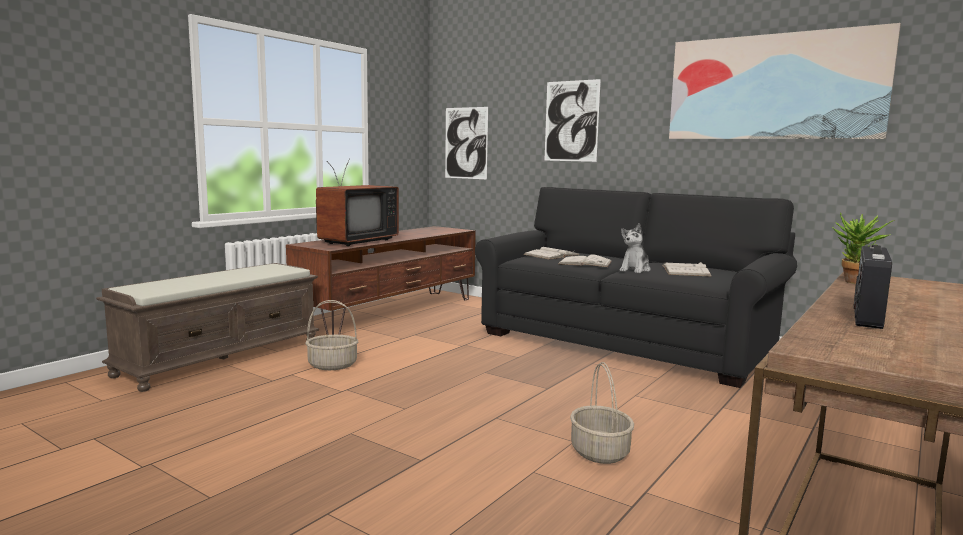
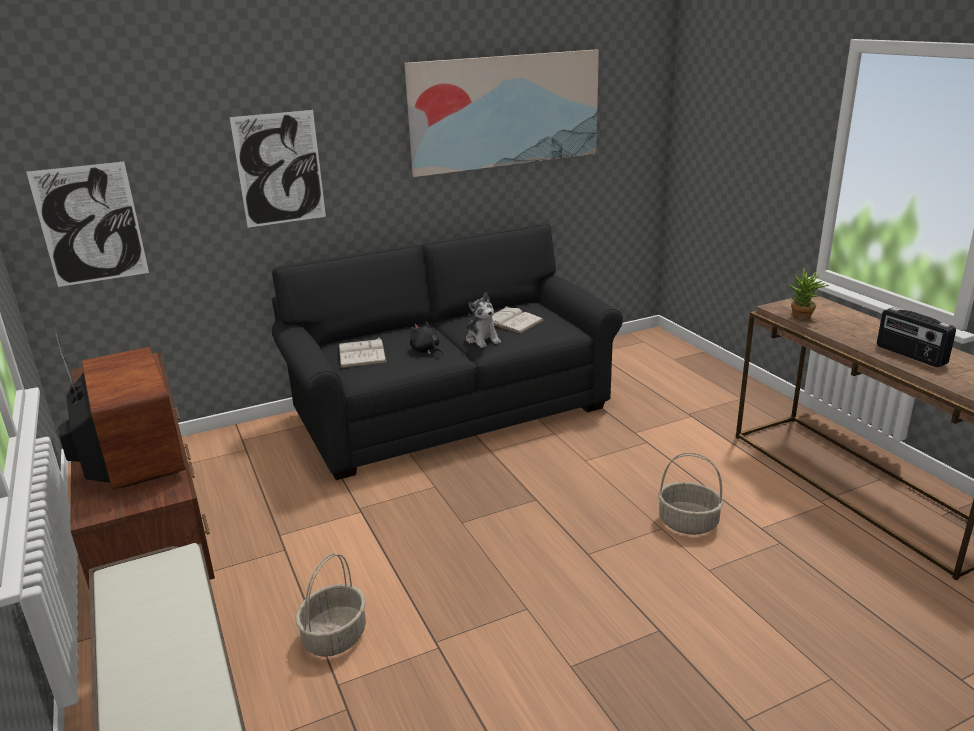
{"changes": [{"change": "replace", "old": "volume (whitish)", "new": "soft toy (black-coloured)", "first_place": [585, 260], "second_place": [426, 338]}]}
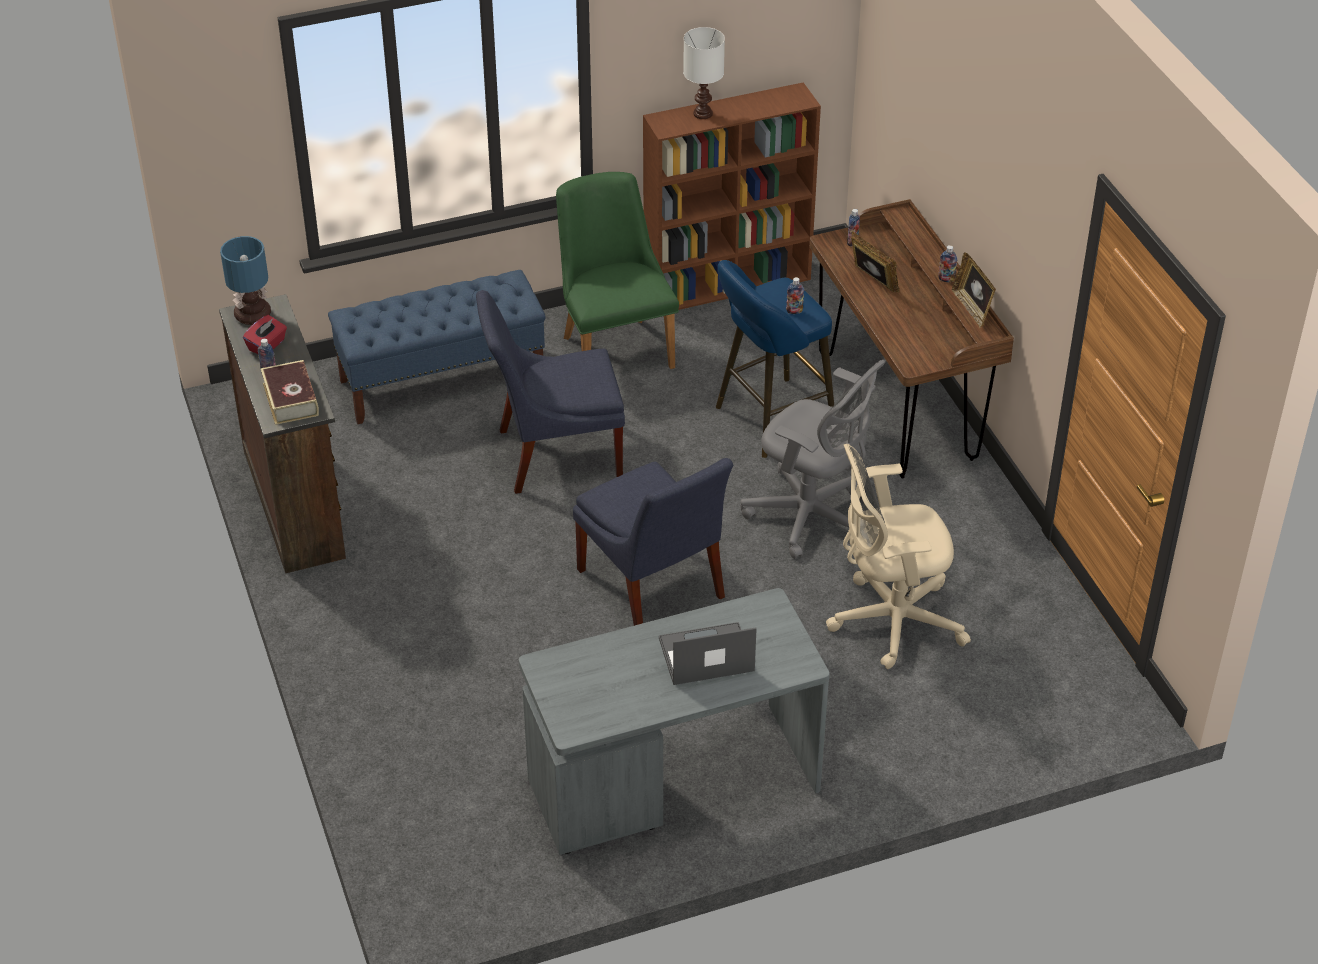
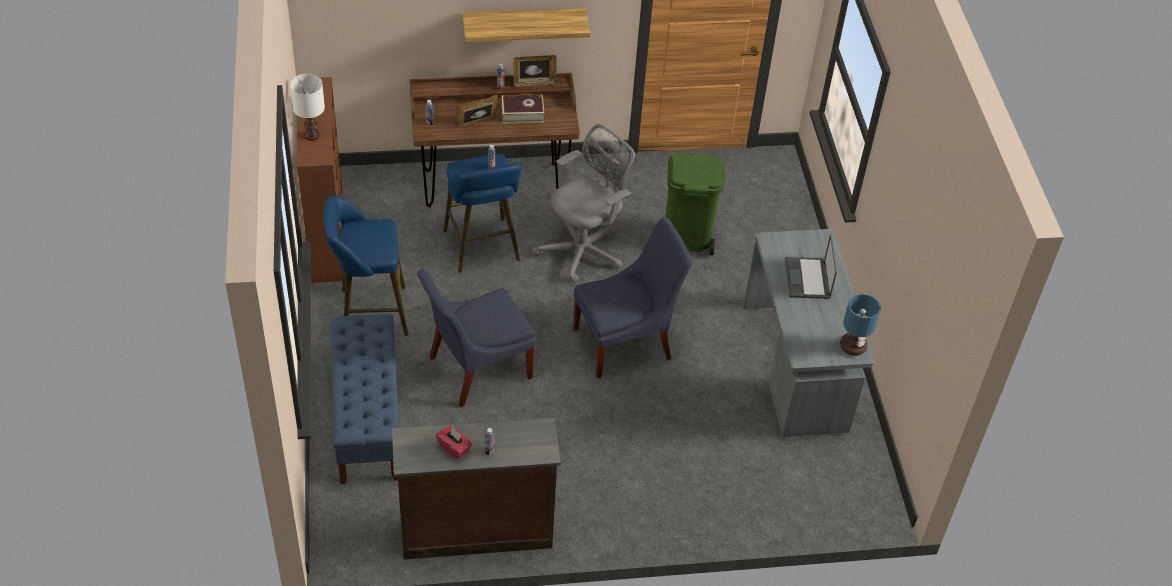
{"changes": [{"change": "replace", "old": "upright chair (green)", "new": "sitting stool (blue-coloured)", "first_place": [617, 270], "second_place": [365, 266]}, {"change": "rotate", "old": "upright chair (blue-coloured)", "first_place": [550, 392], "second_place": [476, 338], "degrees": 60}, {"change": "insert", "new": "wall shelf", "second_place": [526, 25]}, {"change": "move", "old": "volume", "first_place": [290, 392], "second_place": [522, 109]}, {"change": "replace", "old": "office chair (beige-coloured)", "new": "rubbish bin (green)", "first_place": [898, 556], "second_place": [695, 204]}, {"change": "move", "old": "lamp for a table", "first_place": [245, 280], "second_place": [860, 325]}]}
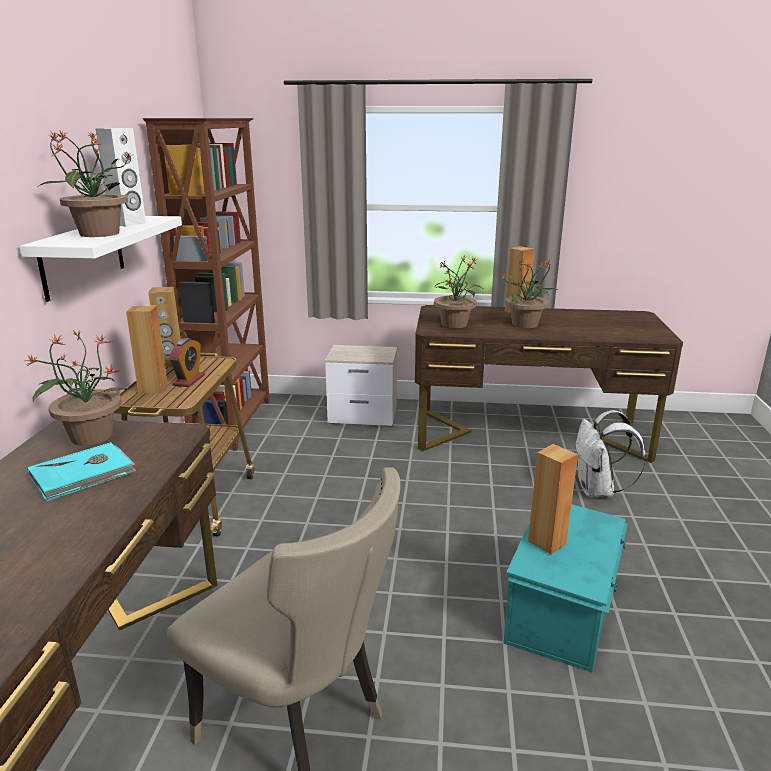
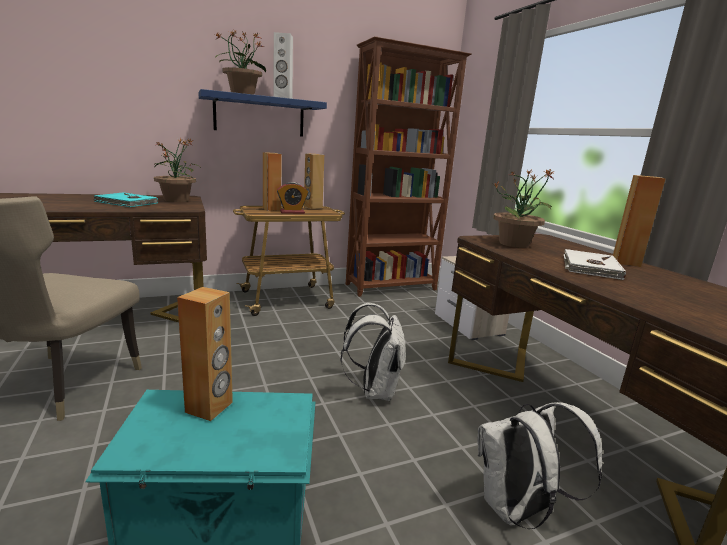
{"changes": [{"change": "recolor", "old": "wall shelf (whitish)", "new": "wall shelf (blue-coloured)", "first_place": [100, 259], "second_place": [262, 113]}, {"change": "insert", "new": "rucksack (whitish)", "second_place": [373, 352]}, {"change": "replace", "old": "plant in a pot", "new": "volume (whitish)", "first_place": [528, 293], "second_place": [595, 264]}]}
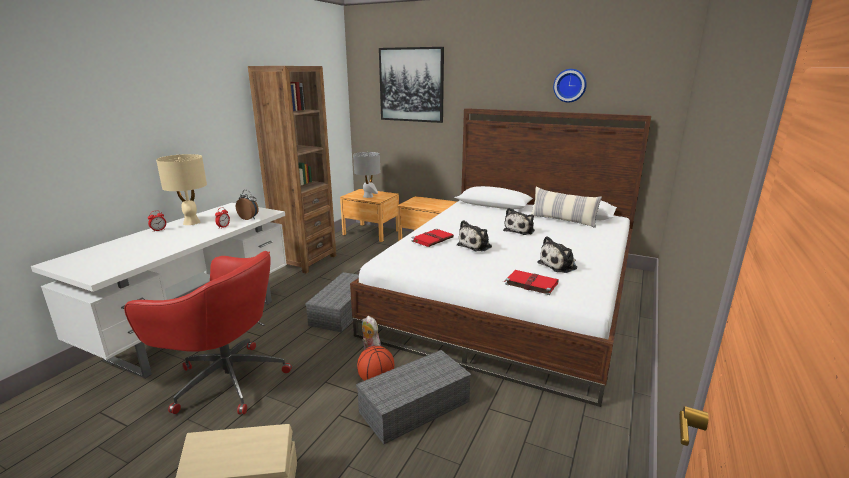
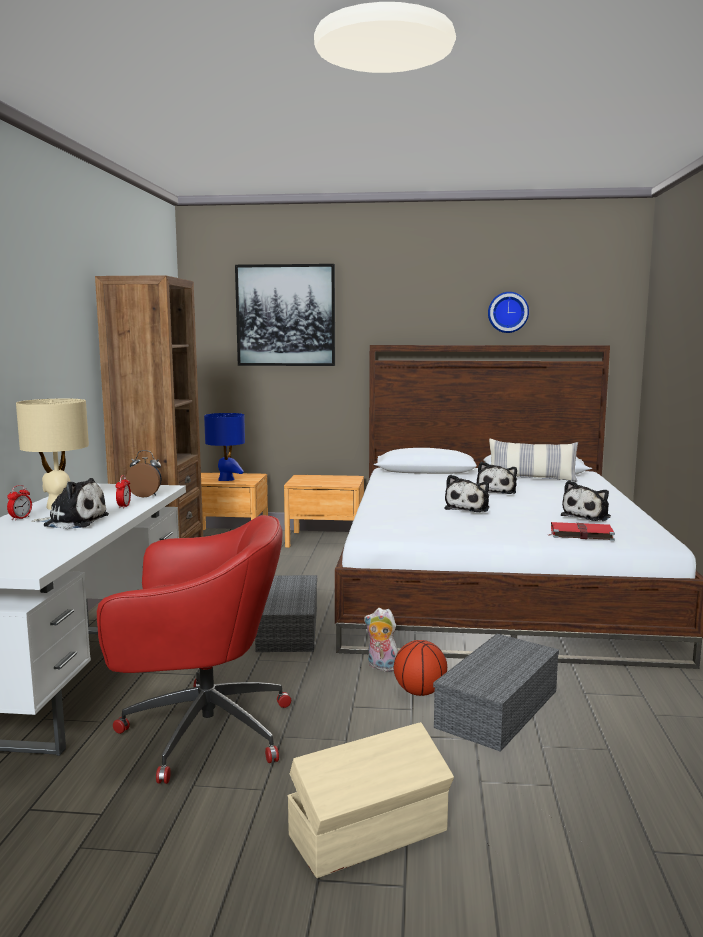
{"changes": [{"change": "insert", "new": "soft toy", "second_place": [70, 503]}, {"change": "recolor", "old": "lamp for a table (gray)", "new": "lamp for a table (blue-coloured)", "first_place": [366, 175], "second_place": [224, 447]}, {"change": "delete", "old": "volume (reddish)", "first_place": [433, 237]}]}
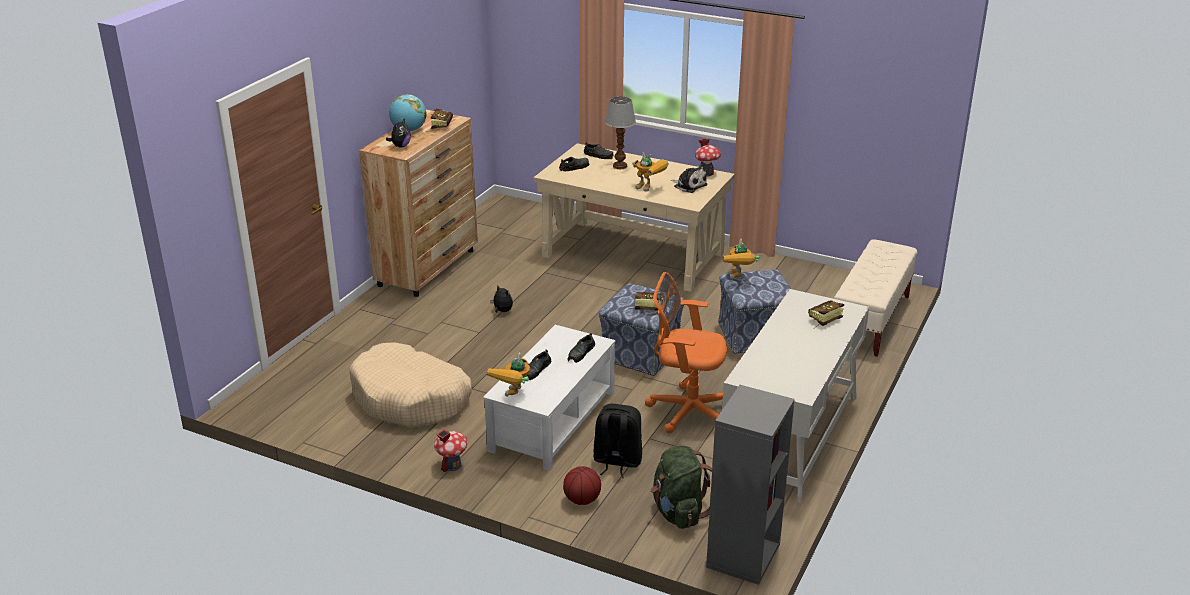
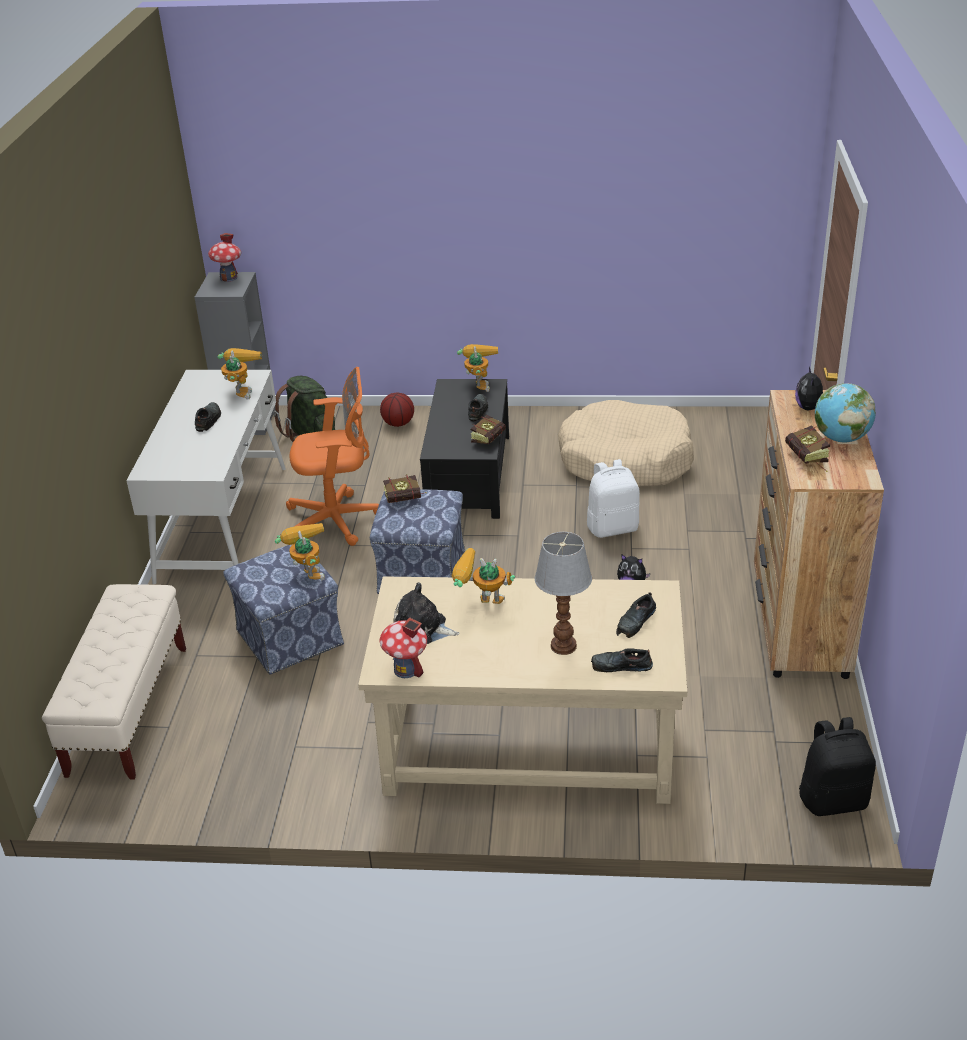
{"changes": [{"change": "move", "old": "low shoe (black-coloured)", "first_place": [581, 348], "second_place": [208, 417]}, {"change": "move", "old": "toy house", "first_place": [451, 450], "second_place": [224, 257]}, {"change": "insert", "new": "toy robot", "second_place": [240, 373]}, {"change": "recolor", "old": "lounge table (whitish)", "new": "lounge table (black-coloured)", "first_place": [549, 398], "second_place": [464, 449]}, {"change": "move", "old": "volume", "first_place": [826, 314], "second_place": [488, 429]}, {"change": "insert", "new": "rucksack (whitish)", "second_place": [613, 498]}, {"change": "move", "old": "rucksack (black-coloured)", "first_place": [617, 441], "second_place": [837, 766]}]}
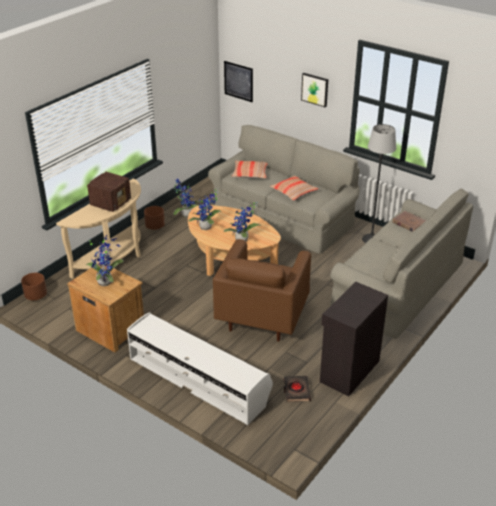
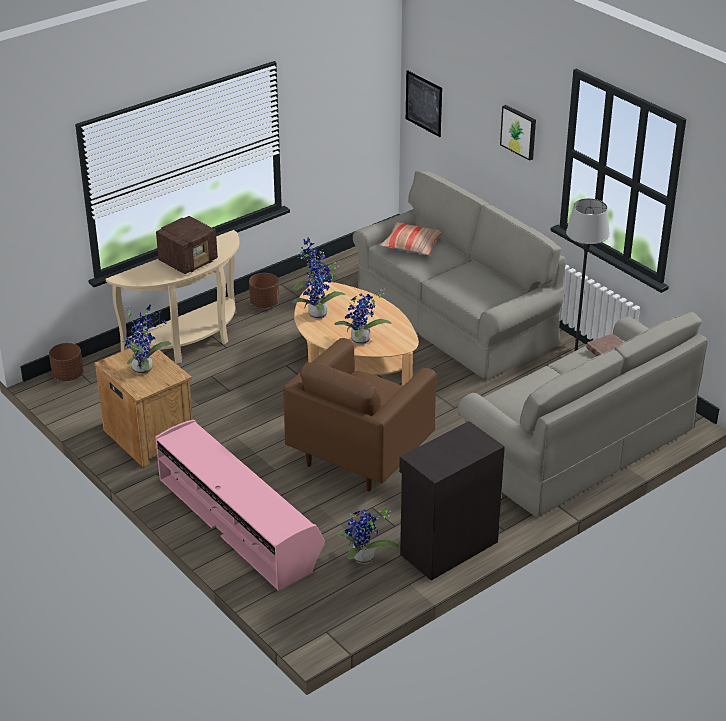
{"changes": [{"change": "recolor", "old": "tv stand (whitish)", "new": "tv stand (pinkish)", "first_place": [200, 368], "second_place": [240, 505]}, {"change": "replace", "old": "volume (black-coloured)", "new": "plant in a pot", "first_place": [297, 389], "second_place": [368, 536]}, {"change": "delete", "old": "pillow", "first_place": [294, 188]}]}
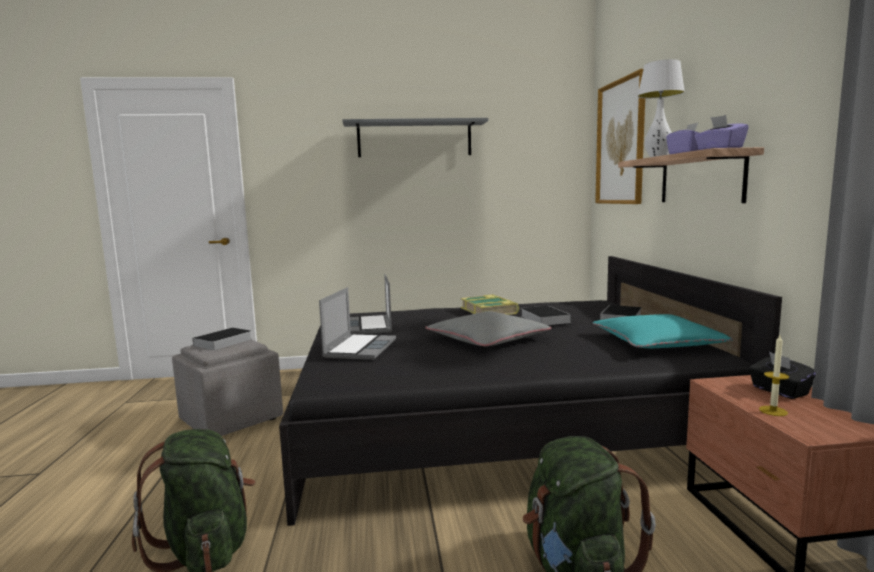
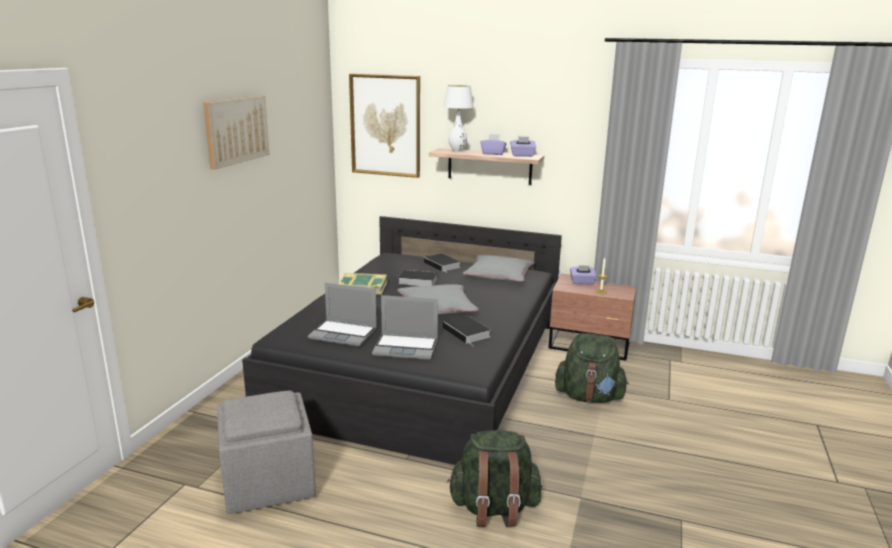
{"changes": [{"change": "replace", "old": "wall shelf (gray)", "new": "wall art", "first_place": [415, 137], "second_place": [236, 132]}, {"change": "rotate", "old": "laptop", "first_place": [357, 323], "second_place": [405, 327], "degrees": 150}, {"change": "move", "old": "volume", "first_place": [219, 339], "second_place": [467, 331]}, {"change": "recolor", "old": "pillow (blue-green)", "new": "pillow (gray)", "first_place": [663, 331], "second_place": [498, 268]}, {"change": "recolor", "old": "tissue box (black-coloured)", "new": "tissue box (purple)", "first_place": [782, 375], "second_place": [583, 274]}]}
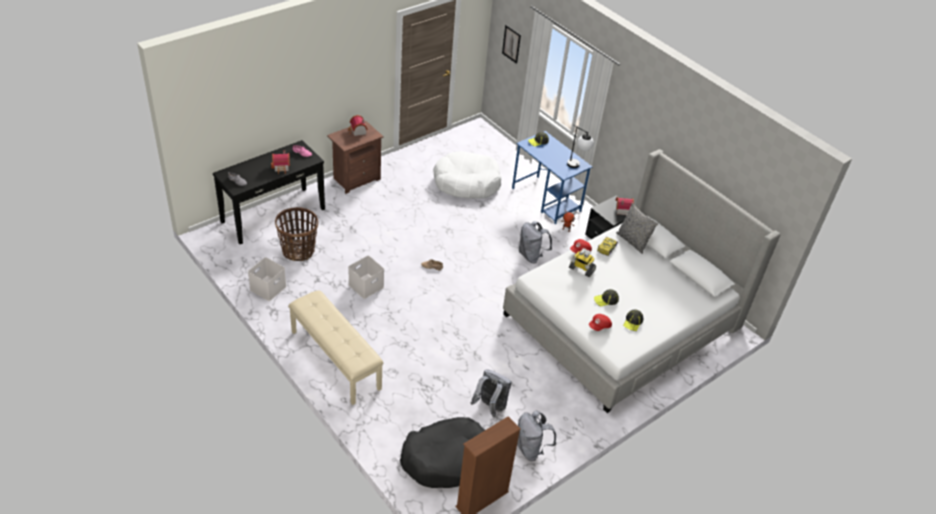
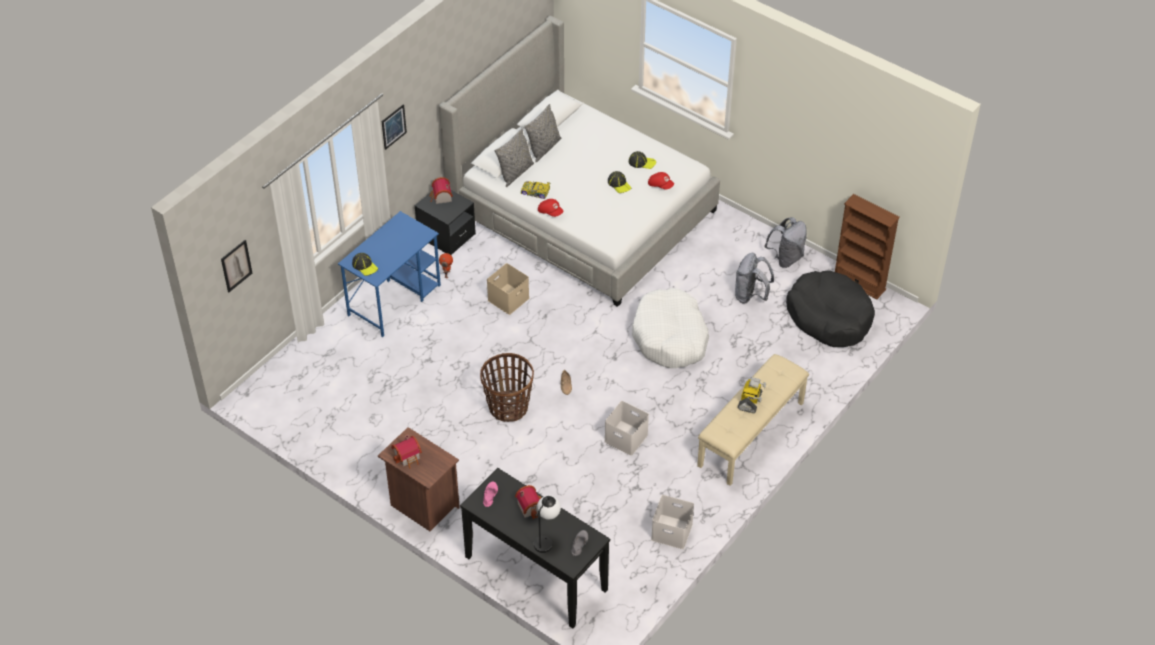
{"changes": [{"change": "insert", "new": "wall art", "second_place": [394, 127]}, {"change": "move", "old": "storage basket", "first_place": [296, 234], "second_place": [507, 387]}, {"change": "replace", "old": "rucksack (gray)", "new": "storage bin (beige-coloured)", "first_place": [535, 242], "second_place": [508, 289]}, {"change": "insert", "new": "pillow (gray)", "second_place": [542, 133]}, {"change": "move", "old": "lamp for a table", "first_place": [580, 146], "second_place": [547, 524]}, {"change": "move", "old": "dog bed (whitish)", "first_place": [467, 175], "second_place": [670, 328]}, {"change": "move", "old": "toy robot", "first_place": [582, 262], "second_place": [752, 395]}]}
